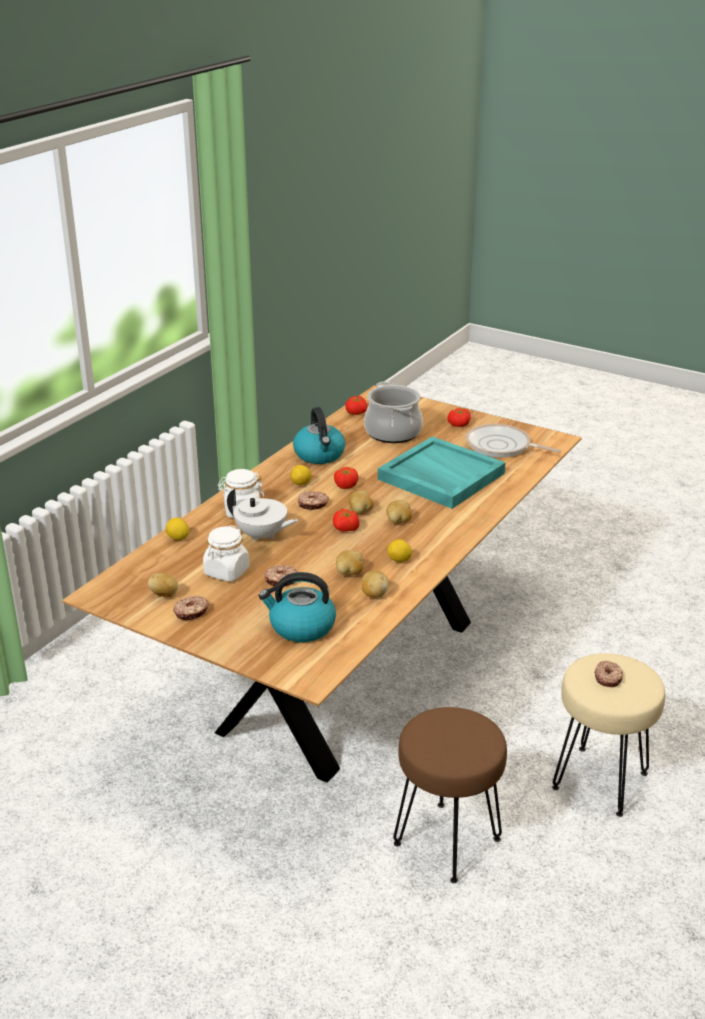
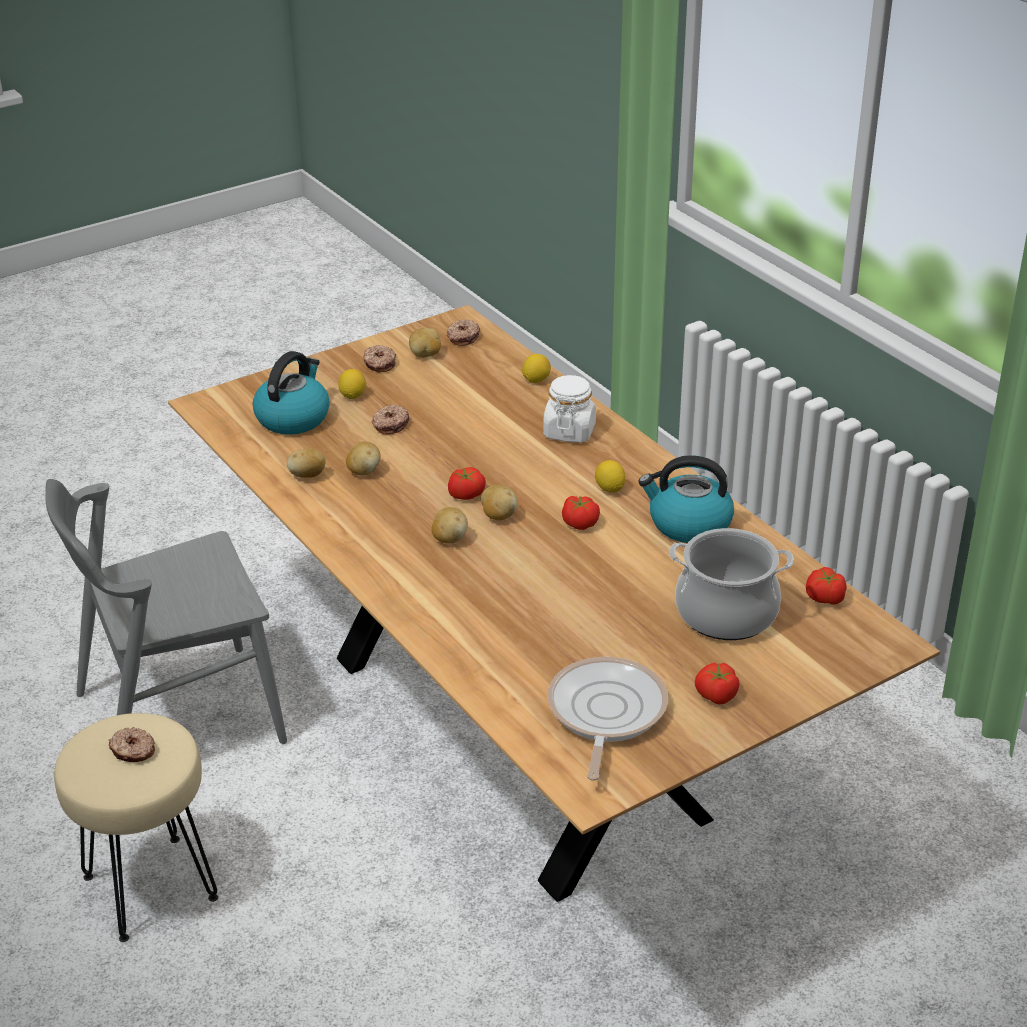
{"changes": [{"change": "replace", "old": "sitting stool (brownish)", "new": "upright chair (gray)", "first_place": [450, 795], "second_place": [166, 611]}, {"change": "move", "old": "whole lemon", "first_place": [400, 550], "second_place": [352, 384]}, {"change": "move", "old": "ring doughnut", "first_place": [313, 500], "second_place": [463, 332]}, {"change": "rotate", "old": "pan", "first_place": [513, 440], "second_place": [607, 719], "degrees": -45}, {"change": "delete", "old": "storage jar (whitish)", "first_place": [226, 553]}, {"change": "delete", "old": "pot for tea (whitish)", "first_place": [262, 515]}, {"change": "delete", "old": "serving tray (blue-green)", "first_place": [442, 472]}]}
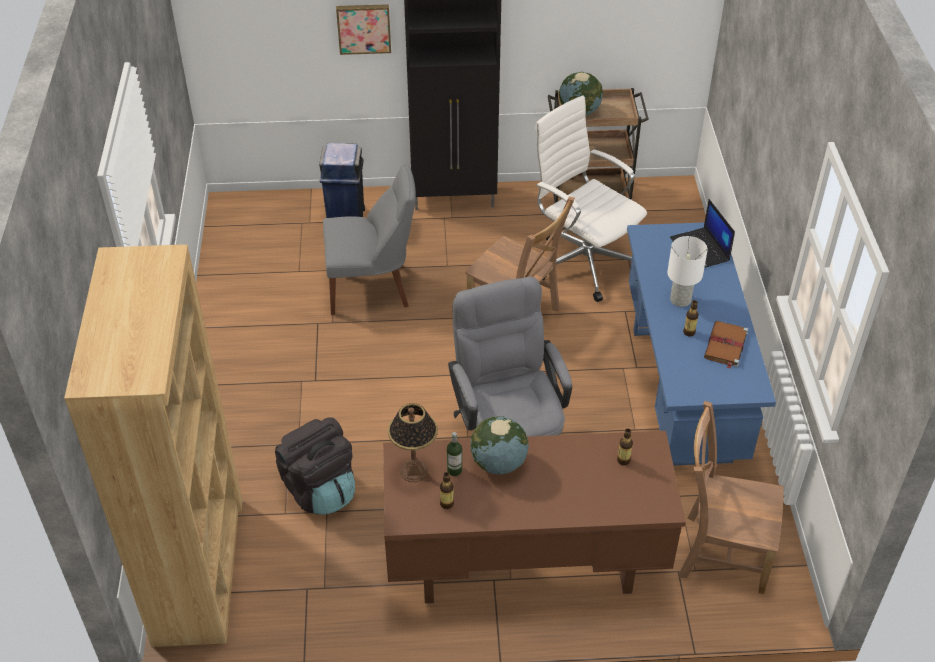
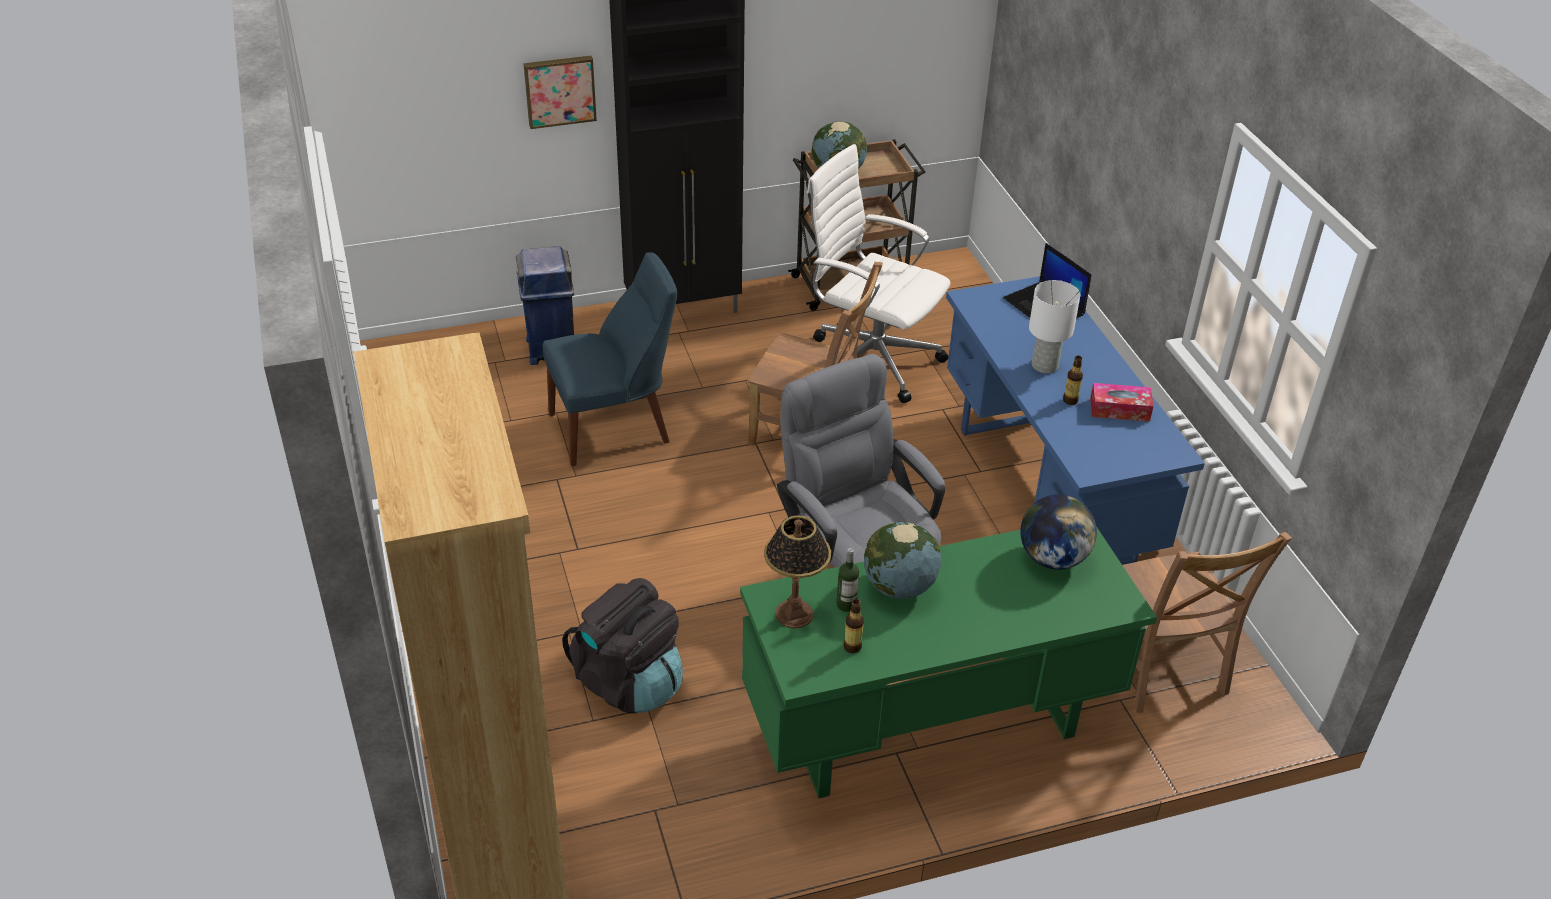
{"changes": [{"change": "recolor", "old": "upright chair (gray)", "new": "upright chair (blue-coloured)", "first_place": [369, 239], "second_place": [610, 359]}, {"change": "recolor", "old": "desk unit (brownish)", "new": "desk unit (green)", "first_place": [534, 517], "second_place": [948, 662]}, {"change": "replace", "old": "bottle", "new": "world globe", "first_place": [625, 447], "second_place": [1058, 532]}, {"change": "replace", "old": "volume (brownish)", "new": "tissue box", "first_place": [726, 345], "second_place": [1122, 402]}, {"change": "rotate", "old": "upright chair (brownish)", "first_place": [731, 497], "second_place": [1207, 622], "degrees": -105}]}
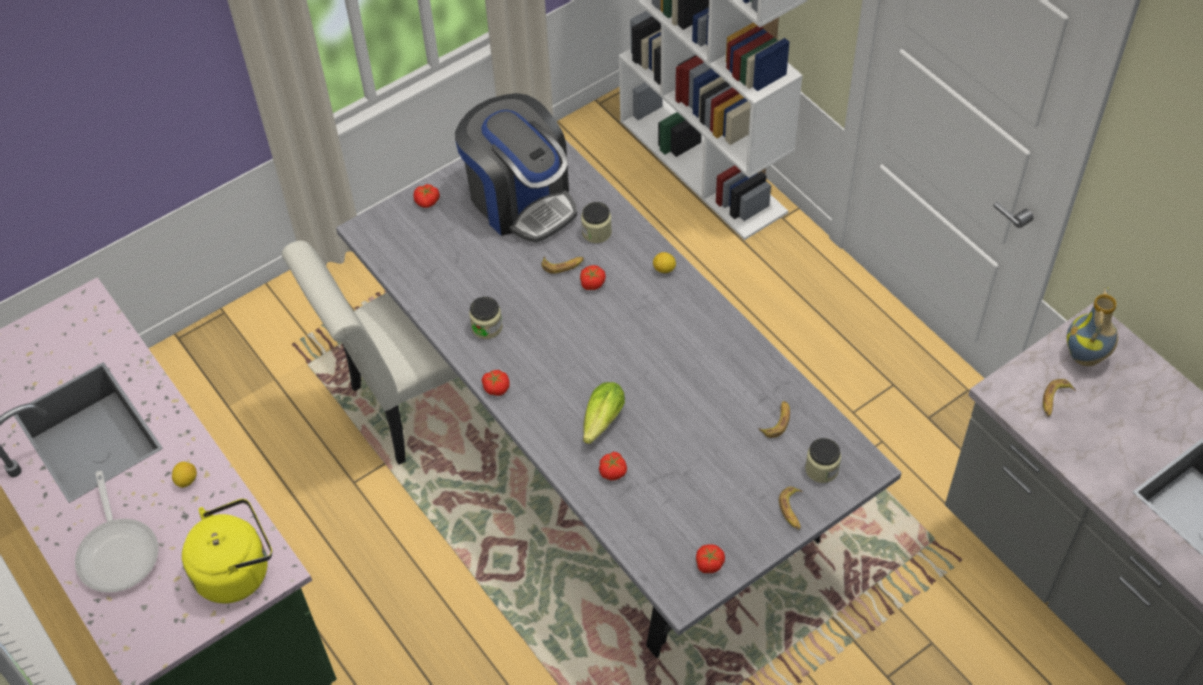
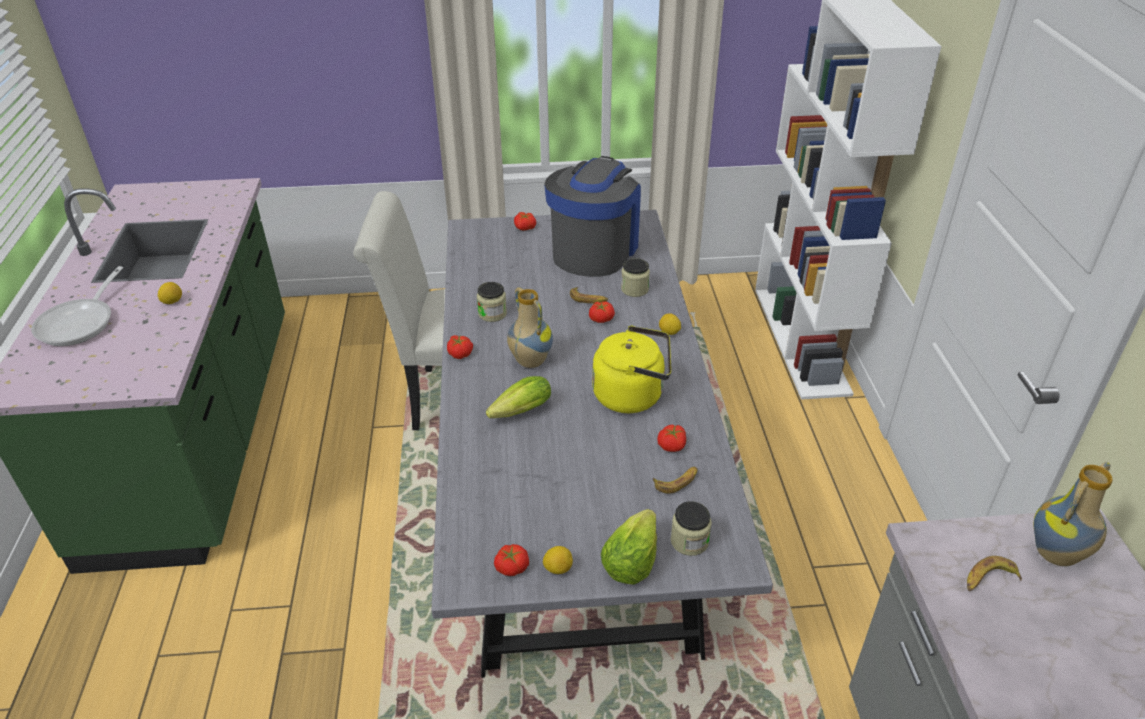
{"changes": [{"change": "insert", "new": "vase", "second_place": [530, 327]}, {"change": "insert", "new": "whole lemon", "second_place": [558, 560]}, {"change": "rotate", "old": "coffee machine", "first_place": [516, 168], "second_place": [592, 216], "degrees": -150}, {"change": "move", "old": "tea kettle (yellowish)", "first_place": [227, 551], "second_place": [631, 369]}, {"change": "replace", "old": "whole banana", "new": "head of lettuce", "first_place": [791, 508], "second_place": [629, 547]}, {"change": "move", "old": "tomato", "first_place": [613, 466], "second_place": [671, 438]}]}
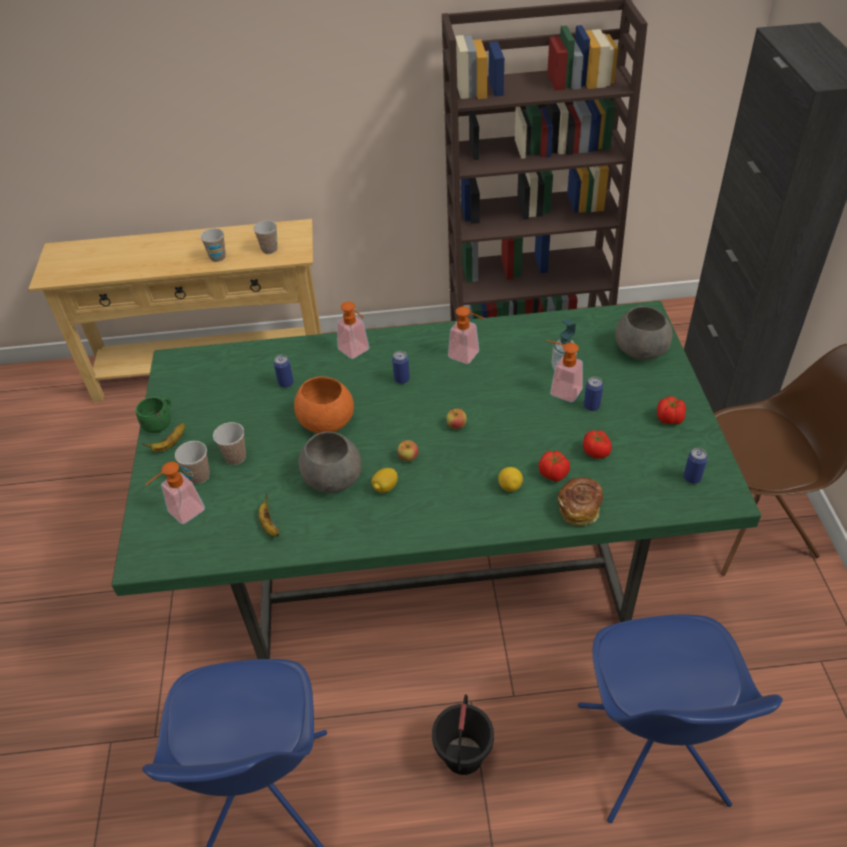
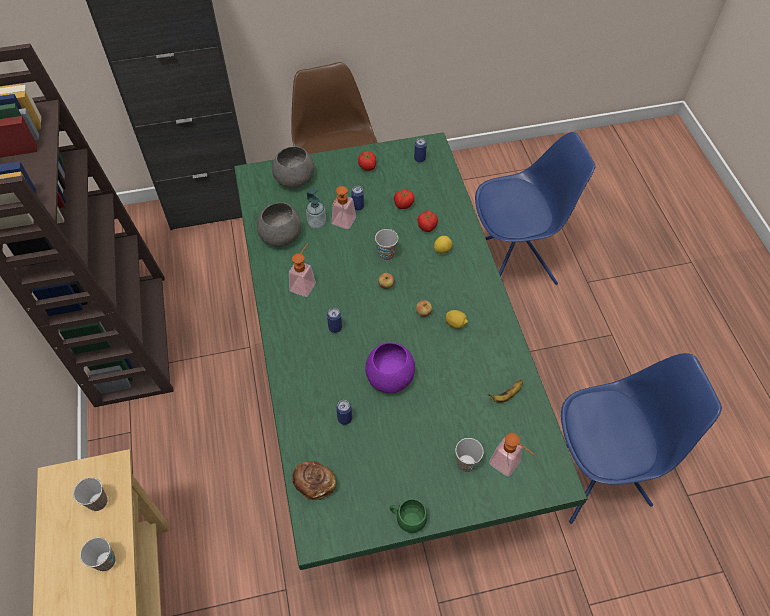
{"changes": [{"change": "move", "old": "serving bowl (gray)", "first_place": [329, 462], "second_place": [279, 224]}, {"change": "move", "old": "bakery bread", "first_place": [580, 501], "second_place": [314, 480]}, {"change": "recolor", "old": "serving bowl (orange)", "new": "serving bowl (purple)", "first_place": [324, 405], "second_place": [390, 367]}, {"change": "move", "old": "cup", "first_place": [229, 443], "second_place": [386, 244]}, {"change": "delete", "old": "whole banana", "first_place": [163, 437]}, {"change": "delete", "old": "soap dispenser", "first_place": [353, 330]}, {"change": "delete", "old": "water bucket (black-coloured)", "first_place": [463, 734]}]}
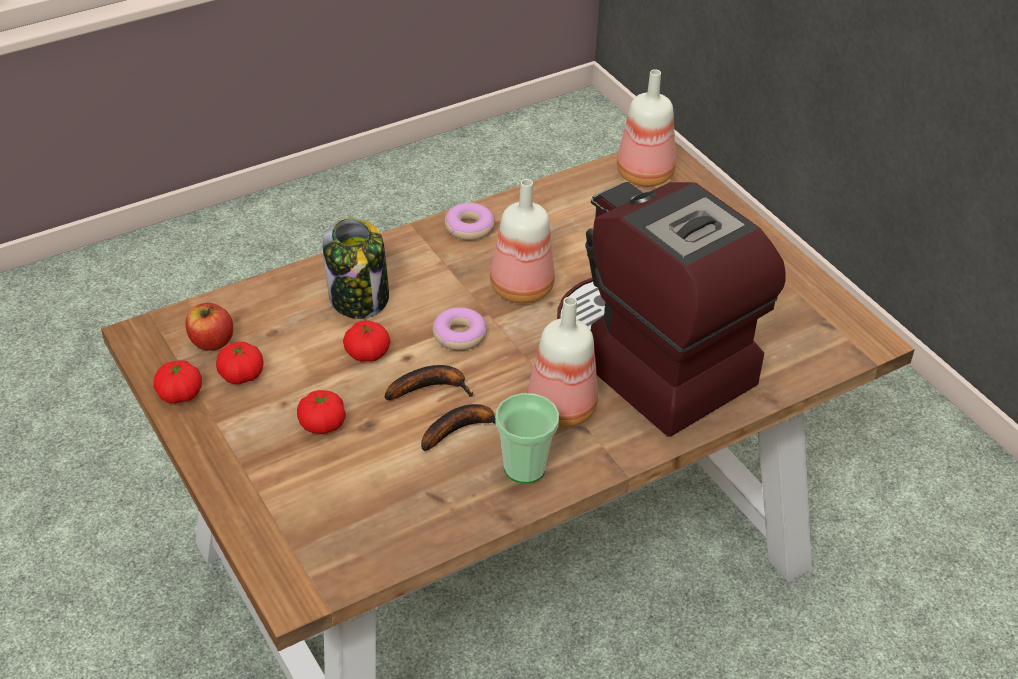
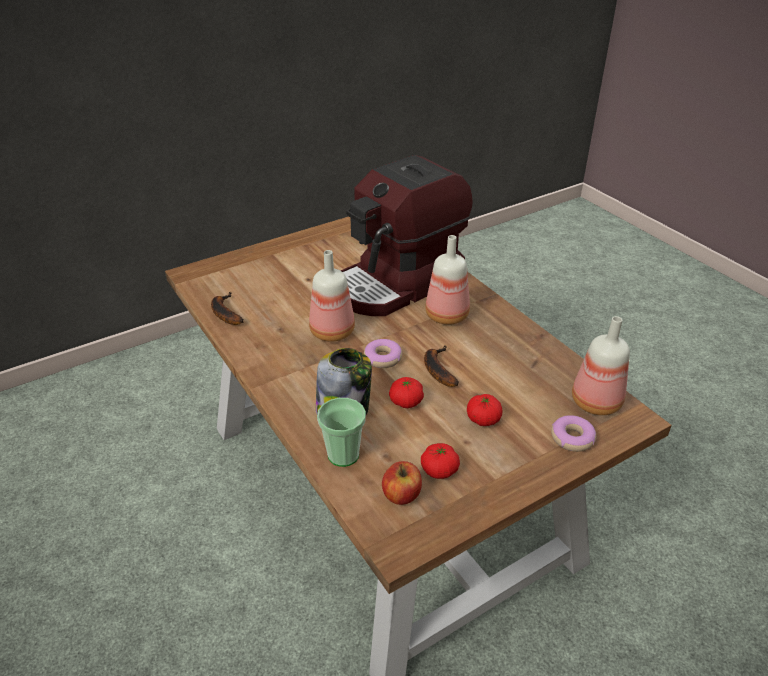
{"changes": [{"change": "move", "old": "whole banana", "first_place": [458, 427], "second_place": [227, 308]}, {"change": "move", "old": "cup", "first_place": [527, 438], "second_place": [341, 432]}, {"change": "move", "old": "ring doughnut", "first_place": [470, 221], "second_place": [573, 433]}, {"change": "move", "old": "bottle", "first_place": [646, 128], "second_place": [601, 365]}, {"change": "delete", "old": "tomato", "first_place": [177, 382]}]}
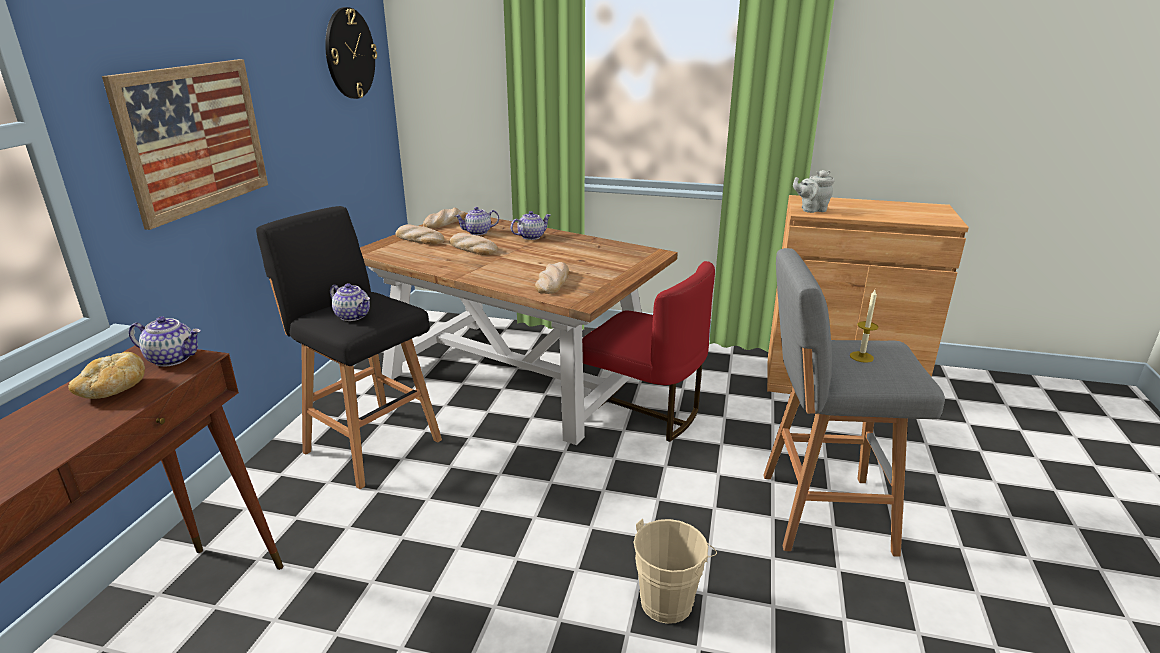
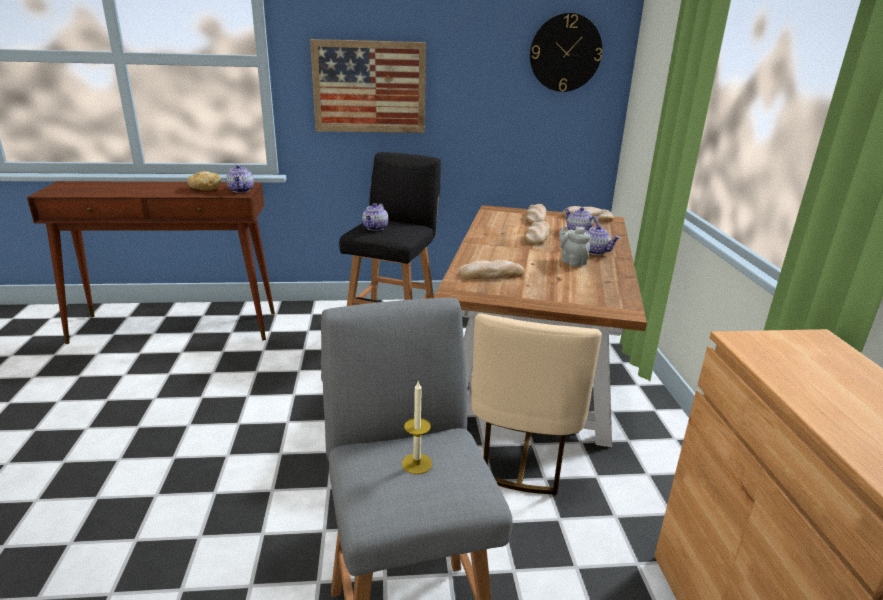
{"changes": [{"change": "recolor", "old": "upright chair (reddish)", "new": "upright chair (beige-coloured)", "first_place": [648, 351], "second_place": [536, 404]}, {"change": "move", "old": "pot for tea (gray)", "first_place": [814, 191], "second_place": [575, 245]}, {"change": "delete", "old": "water bucket (beige-coloured)", "first_place": [675, 571]}]}
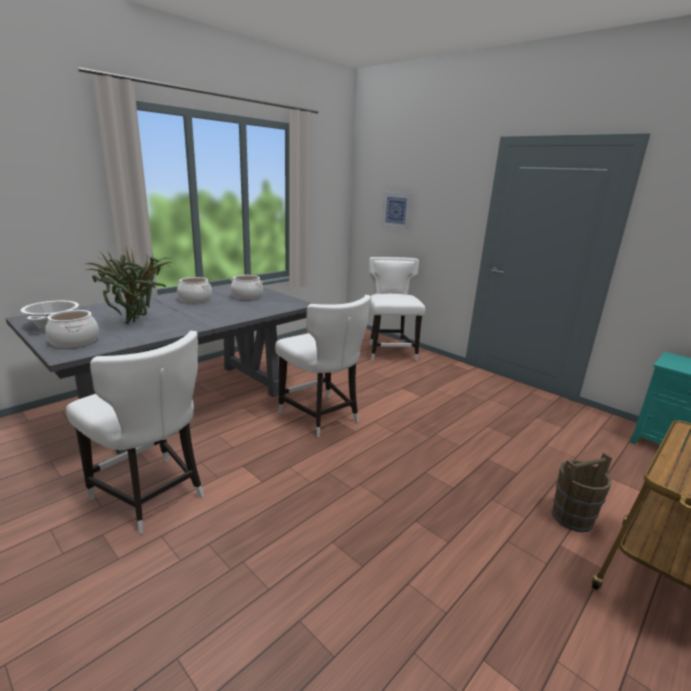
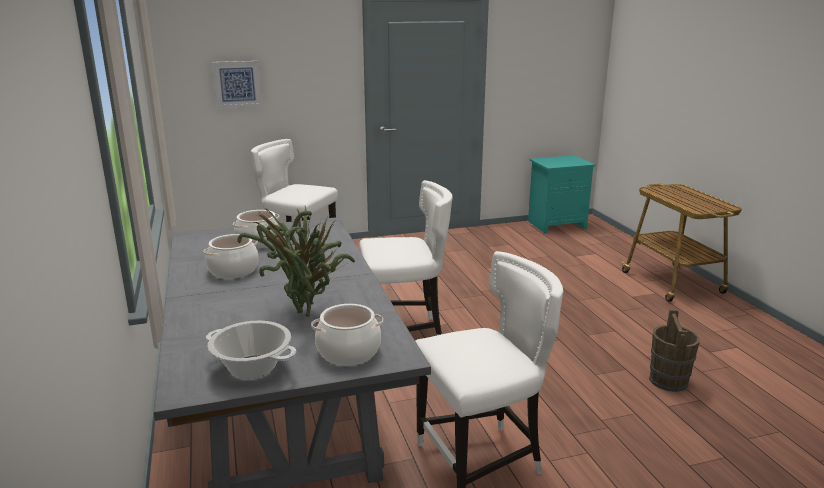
{"changes": [{"change": "move", "old": "water bucket (brownish)", "first_place": [582, 492], "second_place": [674, 351]}]}
